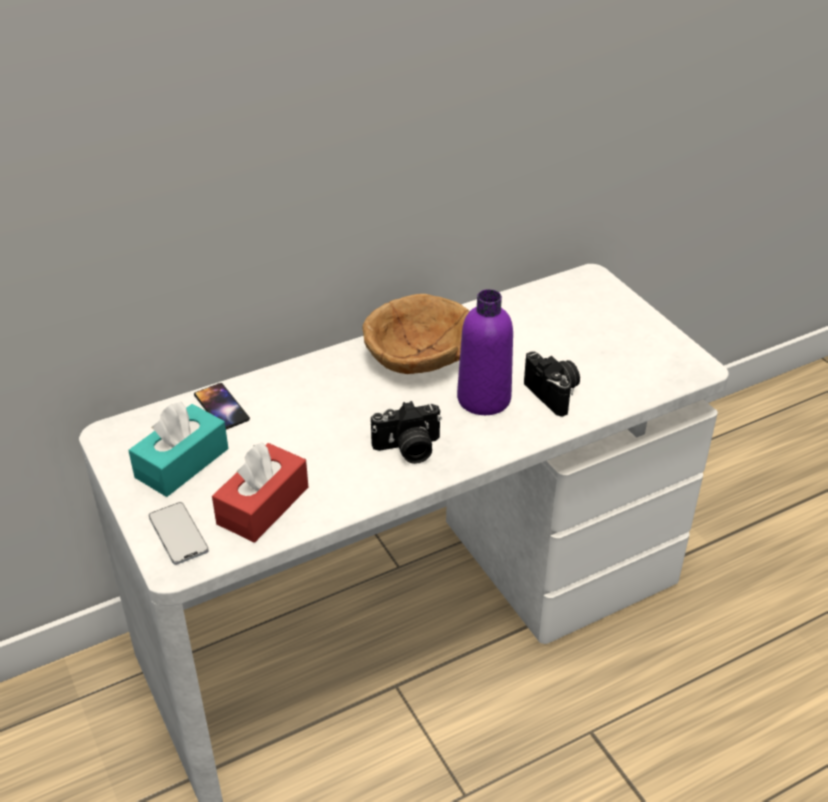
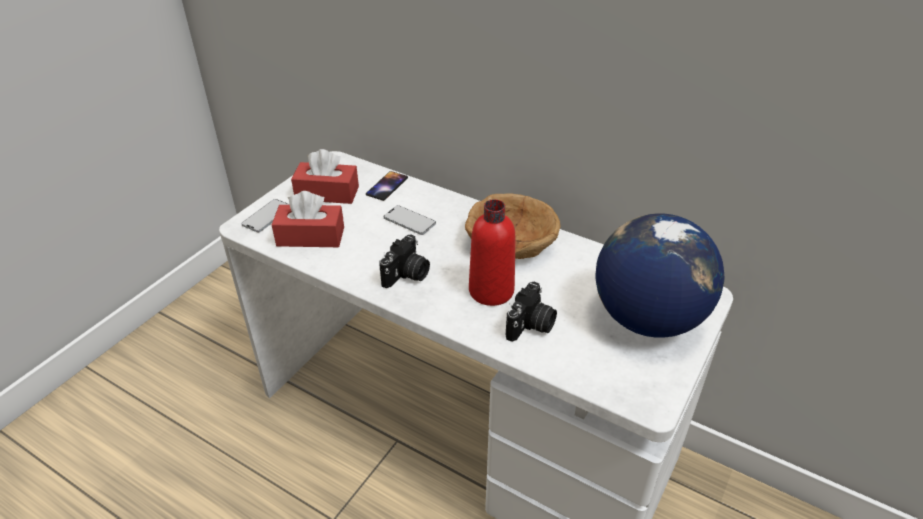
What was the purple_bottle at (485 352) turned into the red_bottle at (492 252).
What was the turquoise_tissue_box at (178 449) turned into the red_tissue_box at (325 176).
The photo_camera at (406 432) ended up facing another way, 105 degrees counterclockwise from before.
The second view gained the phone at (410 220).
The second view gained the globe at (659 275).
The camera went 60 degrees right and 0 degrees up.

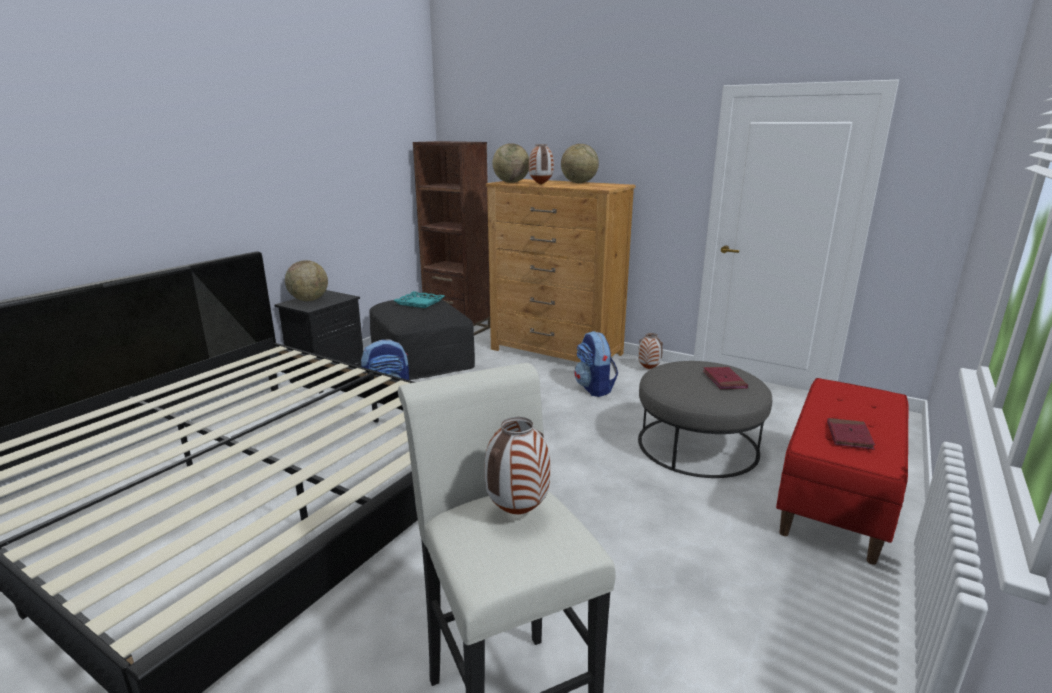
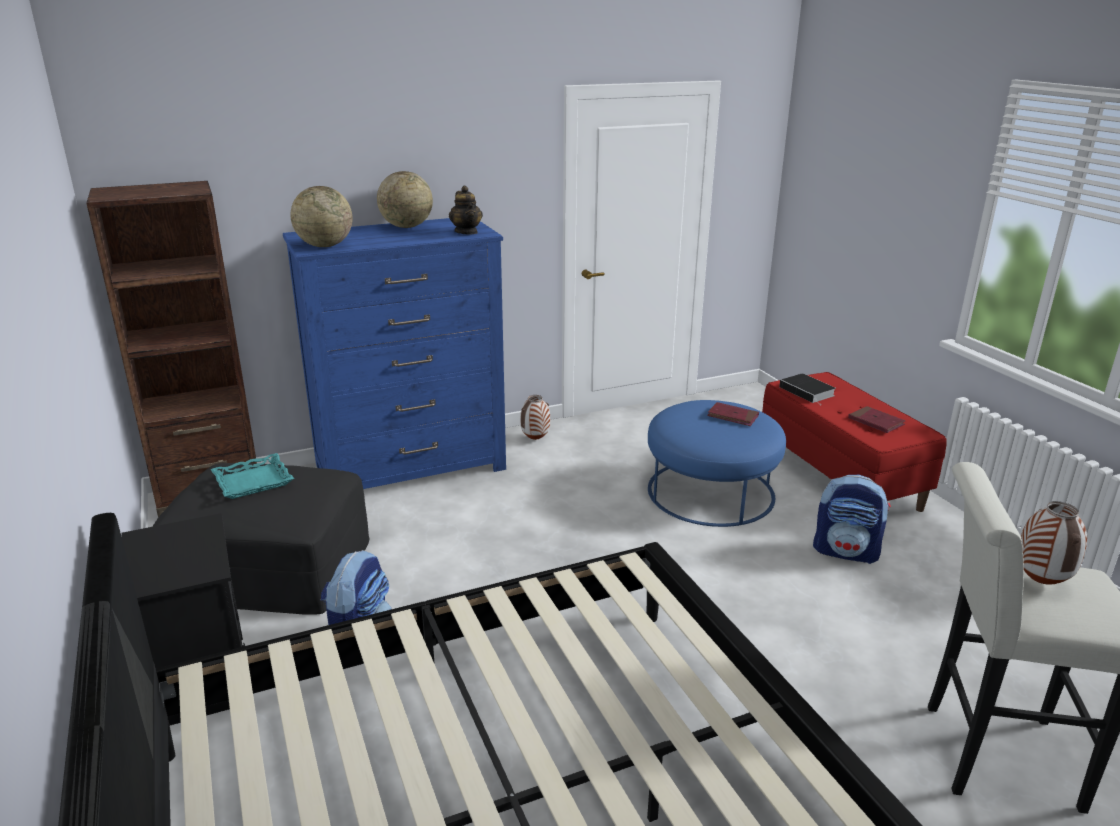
The second view lost the vase at (541 164).
What was the brown_dresser at (561 270) turned into the blue_dresser at (394 353).
The second view lost the globe at (306 280).
The backpack ended up elsewhere, having gone from (596 364) to (852 519).
What was the grey_ottoman at (705 419) turned into the blue_ottoman at (717 463).
The second view gained the teapot at (466 210).
The second view gained the book at (807 389).
The camera went 55 degrees left and 5 degrees up.

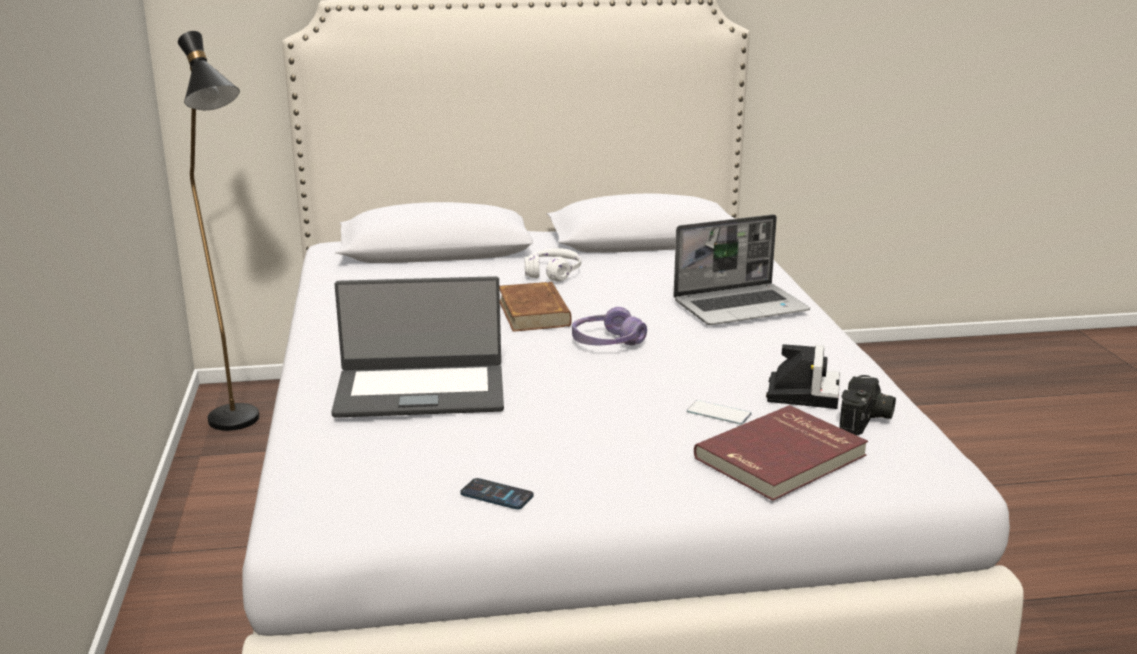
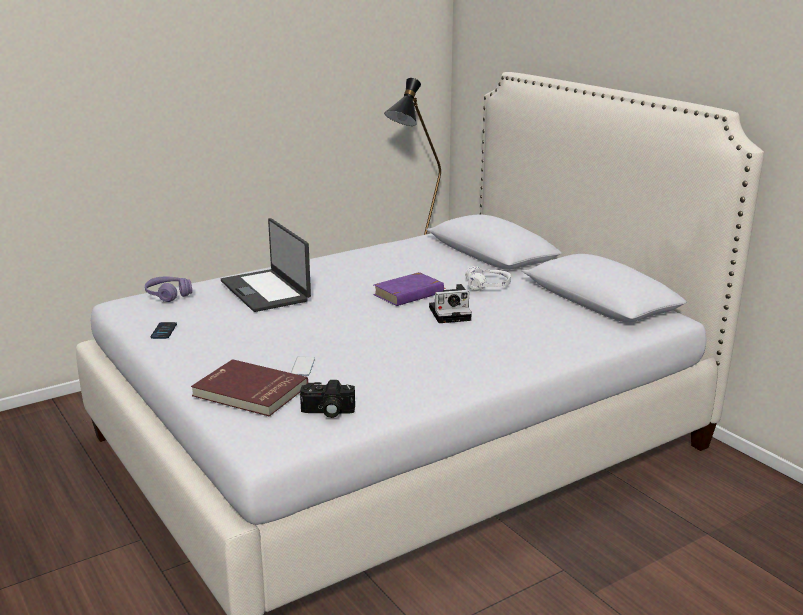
The second view lost the laptop at (742 269).
What was the brown_book at (535 307) turned into the purple_book at (409 289).
The purple_headphones ended up elsewhere, having gone from (609 326) to (168 289).
The photo_camera ended up elsewhere, having gone from (803 376) to (450 303).
The camera went 65 degrees right and 0 degrees up.

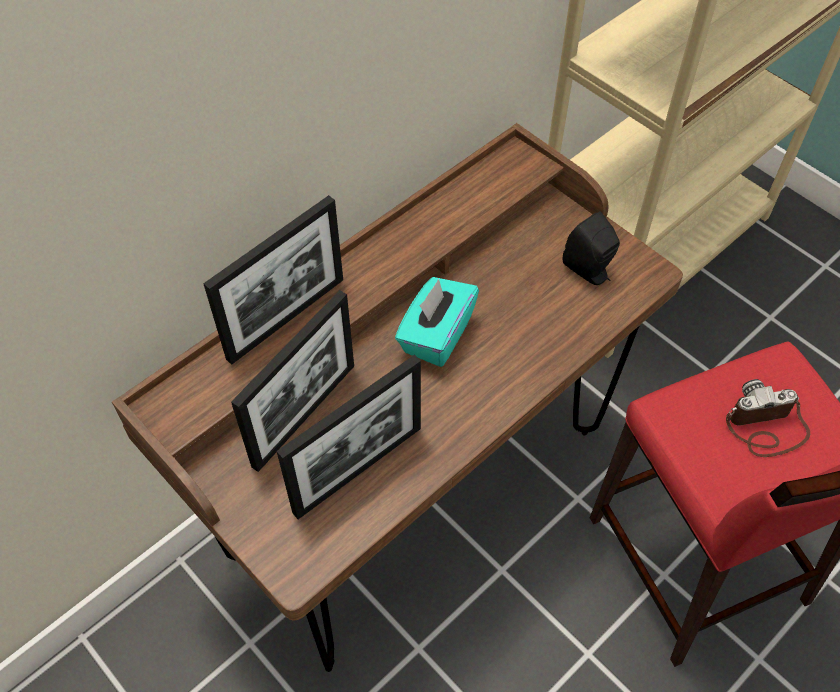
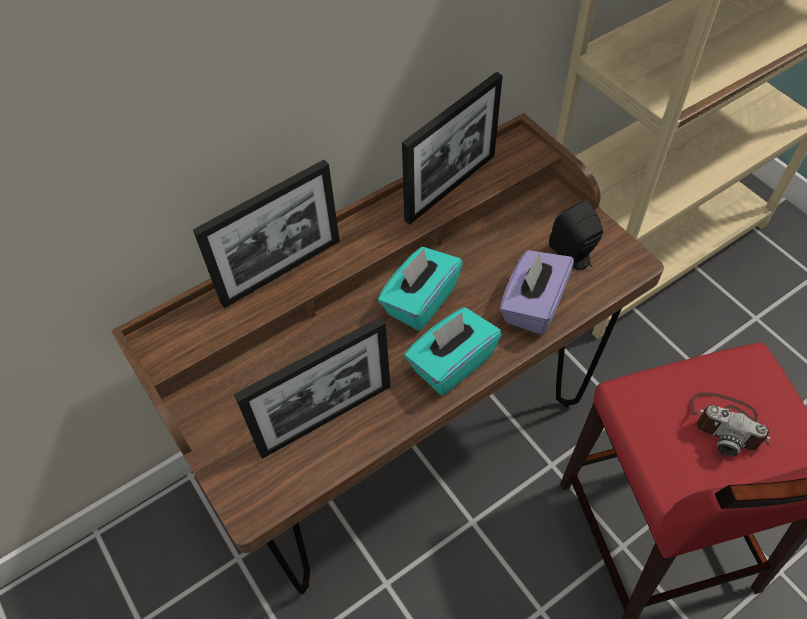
The picture_frame ended up elsewhere, having gone from (292 381) to (452 148).
The photo_camera at (768 418) ended up facing another way, 150 degrees counterclockwise from before.
The second view gained the purple_tissue_box at (537 292).
The second view gained the turquoise_tissue_box at (453 351).
The camera went 10 degrees right and 0 degrees up.

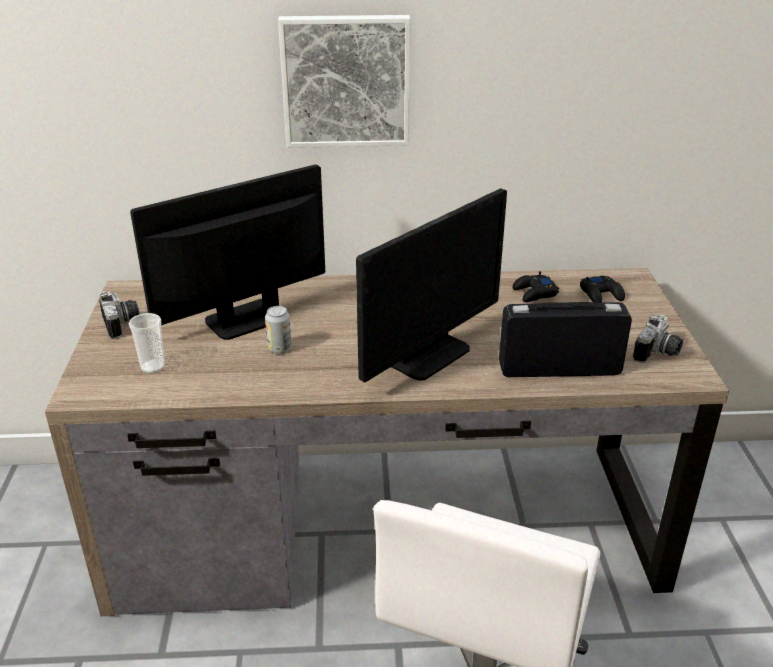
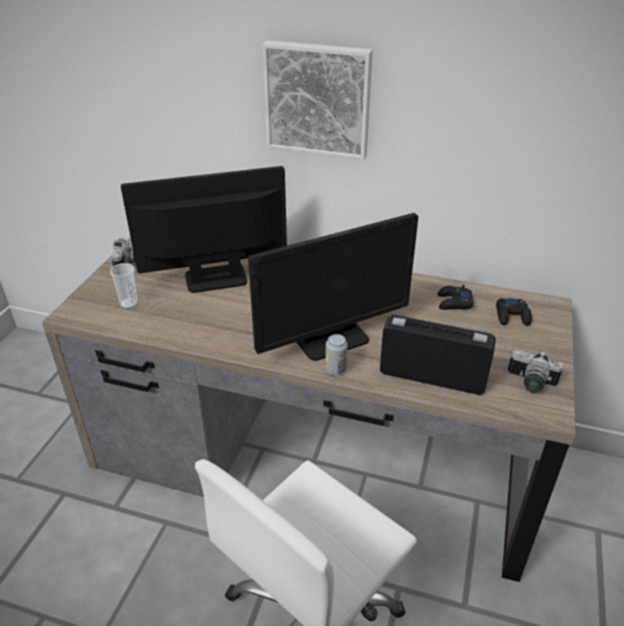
The can ended up elsewhere, having gone from (278 330) to (336 354).
The photo_camera at (658 339) ended up facing another way, 60 degrees clockwise from before.
The camera went 20 degrees right and 5 degrees up.

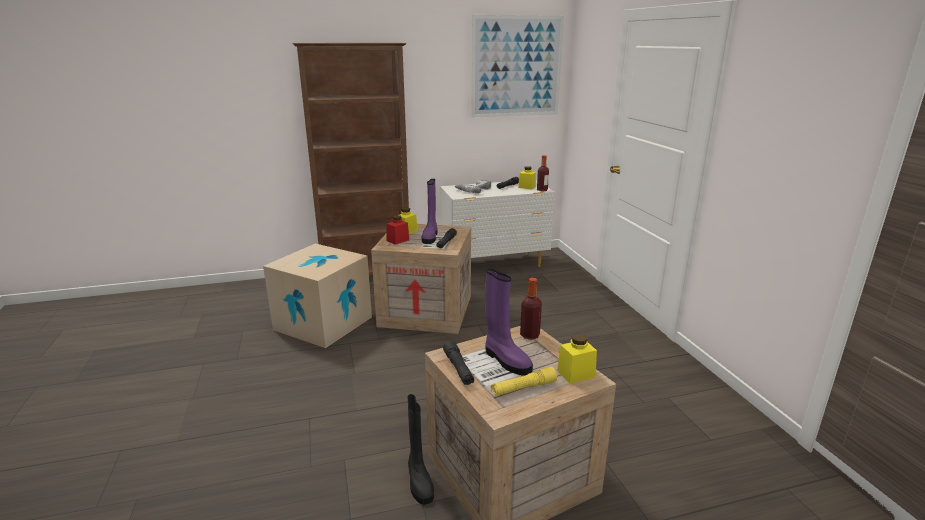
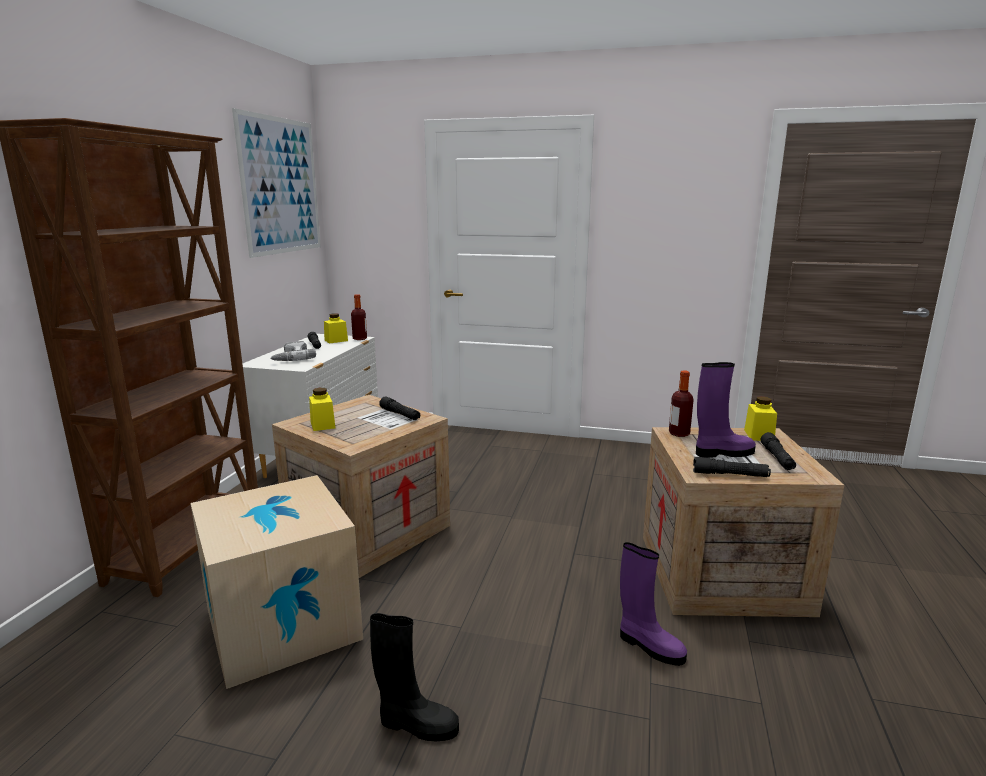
The purple_boot ended up elsewhere, having gone from (430 211) to (653 604).
The second view lost the red_jar at (397 230).
What was the yellow_flashlight at (524 381) turned into the black_flashlight at (778 451).
The black_boot ended up elsewhere, having gone from (420 449) to (414 677).
The camera went 60 degrees left and 5 degrees down.

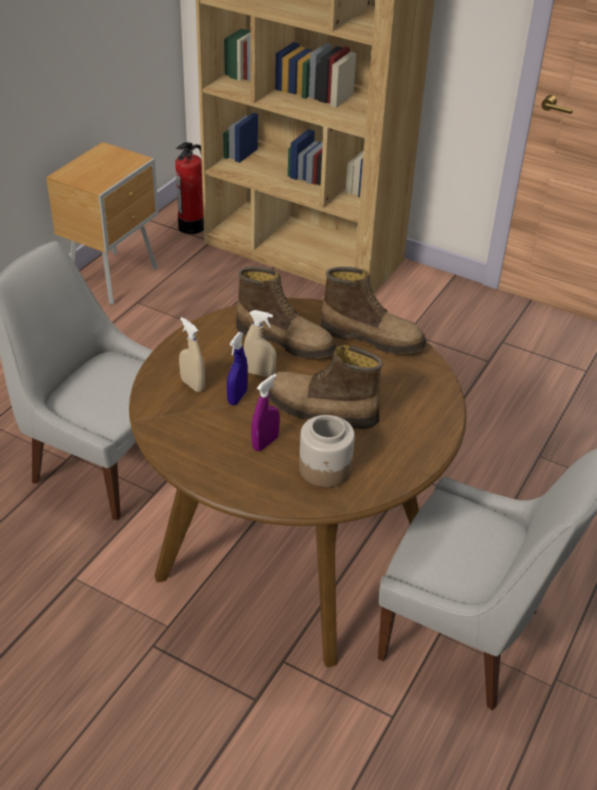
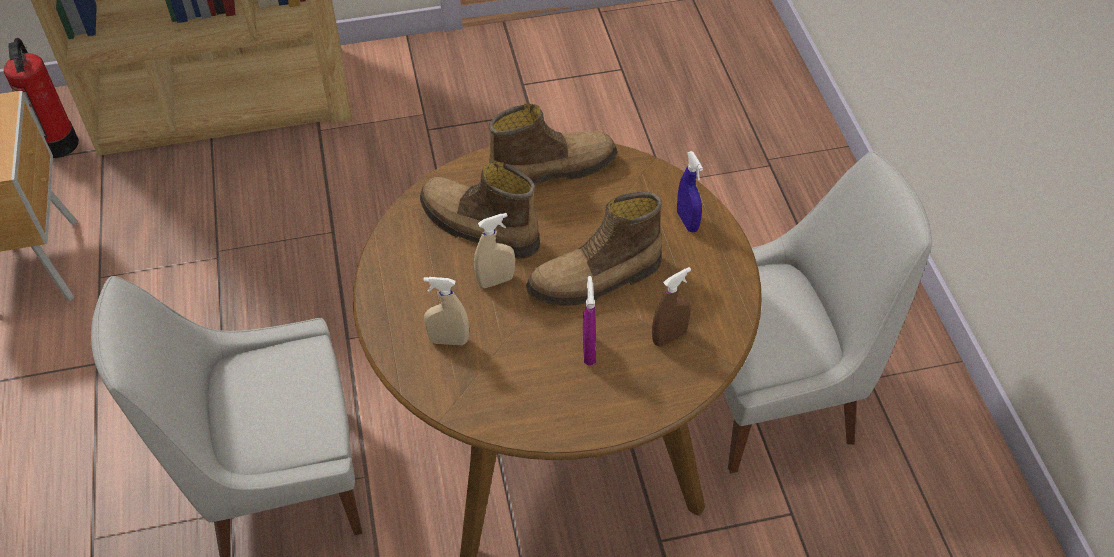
The boot at (286 313) ended up facing another way, 135 degrees counterclockwise from before.
The blue_spray_bottle ended up elsewhere, having gone from (237 368) to (690 192).
Where the jar stood at (327 451), the brown_spray_bottle came to stand at (671 307).
The camera went 40 degrees left and 10 degrees up.

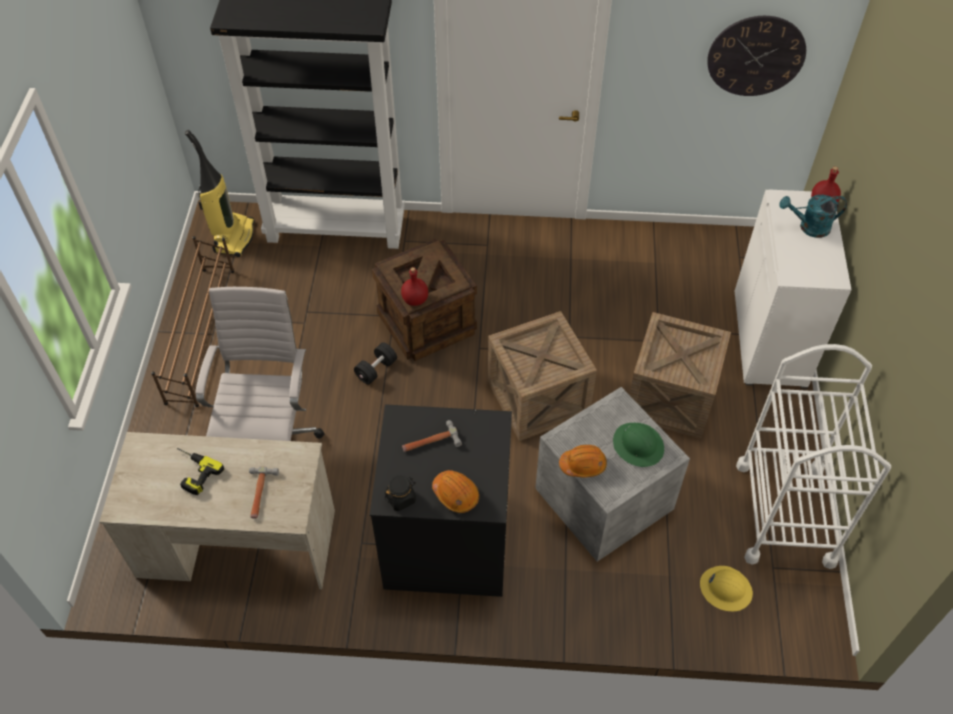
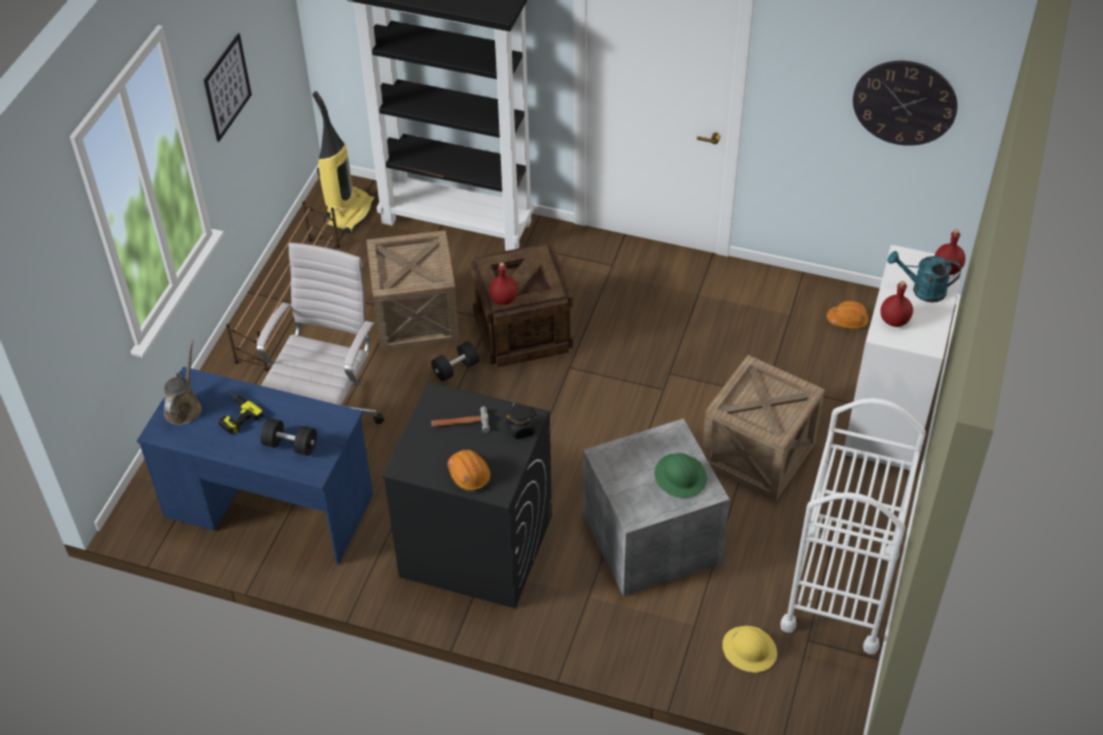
The crate ended up elsewhere, having gone from (542 376) to (413 291).
What was the beige_desk at (217 510) turned into the blue_desk at (255 465).
The orange_hard_hat ended up elsewhere, having gone from (583 461) to (848 315).
Where the hammer stood at (264 492), the black_dumbbell came to stand at (289 437).
The black_jar ended up elsewhere, having gone from (400 493) to (521 421).
The second view gained the picture at (228 87).
The second view gained the red_bottle at (896 304).
The second view gained the brown_watering_can at (183 382).
The camera went 15 degrees right and 5 degrees down.

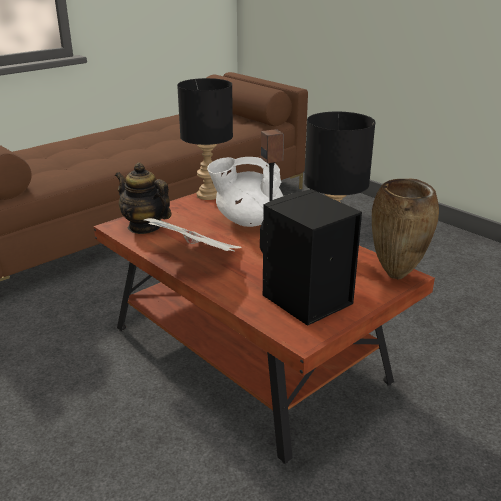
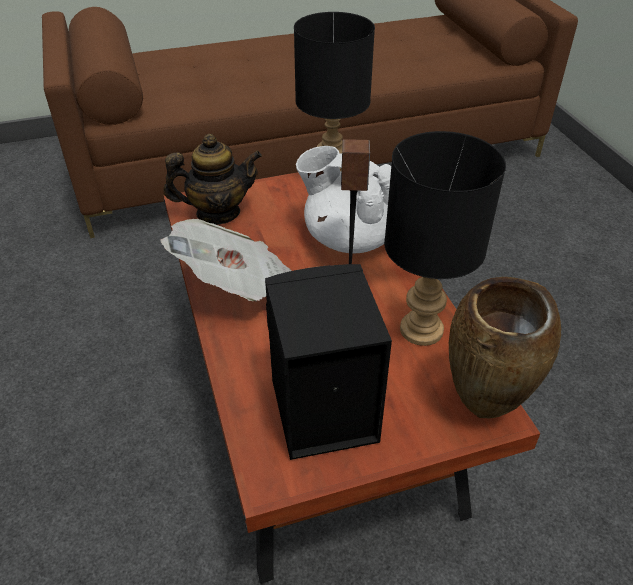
The teapot at (143 198) ended up facing another way, 105 degrees clockwise from before.
The camera went 25 degrees right and 15 degrees up.

